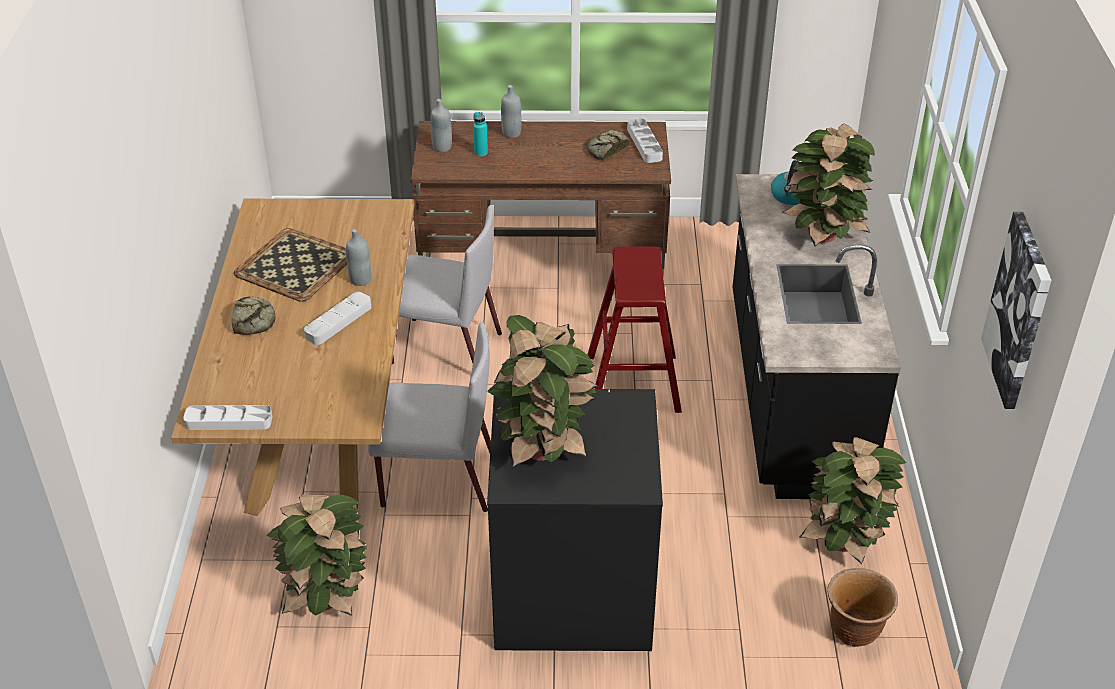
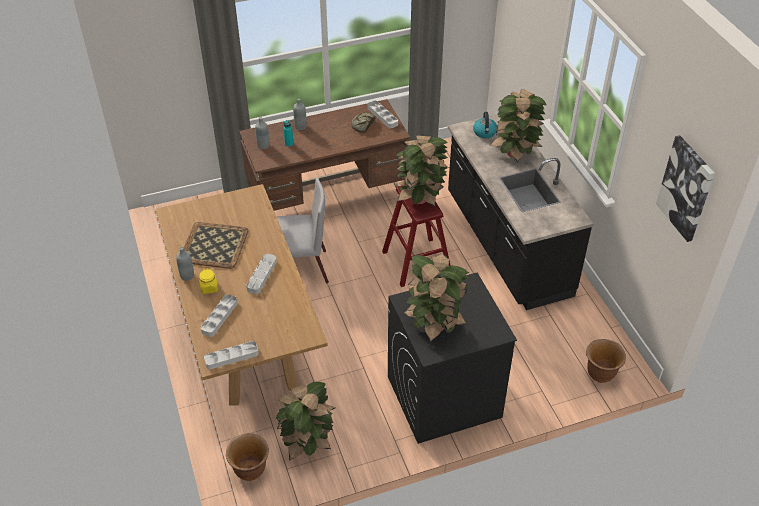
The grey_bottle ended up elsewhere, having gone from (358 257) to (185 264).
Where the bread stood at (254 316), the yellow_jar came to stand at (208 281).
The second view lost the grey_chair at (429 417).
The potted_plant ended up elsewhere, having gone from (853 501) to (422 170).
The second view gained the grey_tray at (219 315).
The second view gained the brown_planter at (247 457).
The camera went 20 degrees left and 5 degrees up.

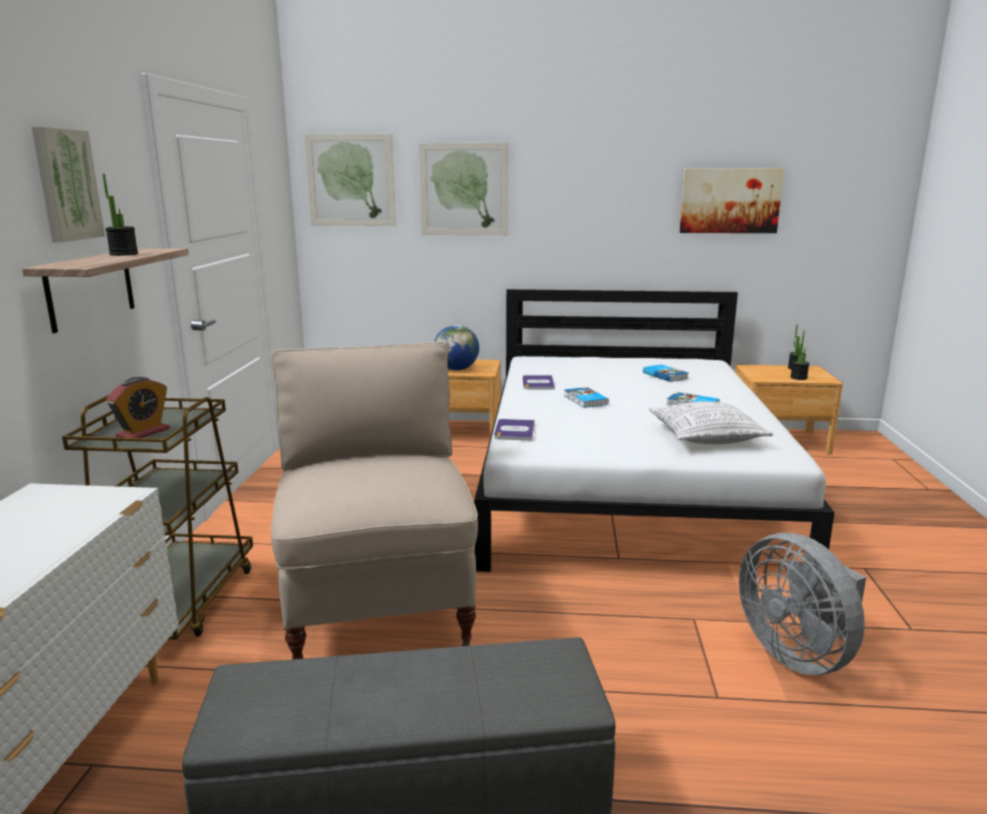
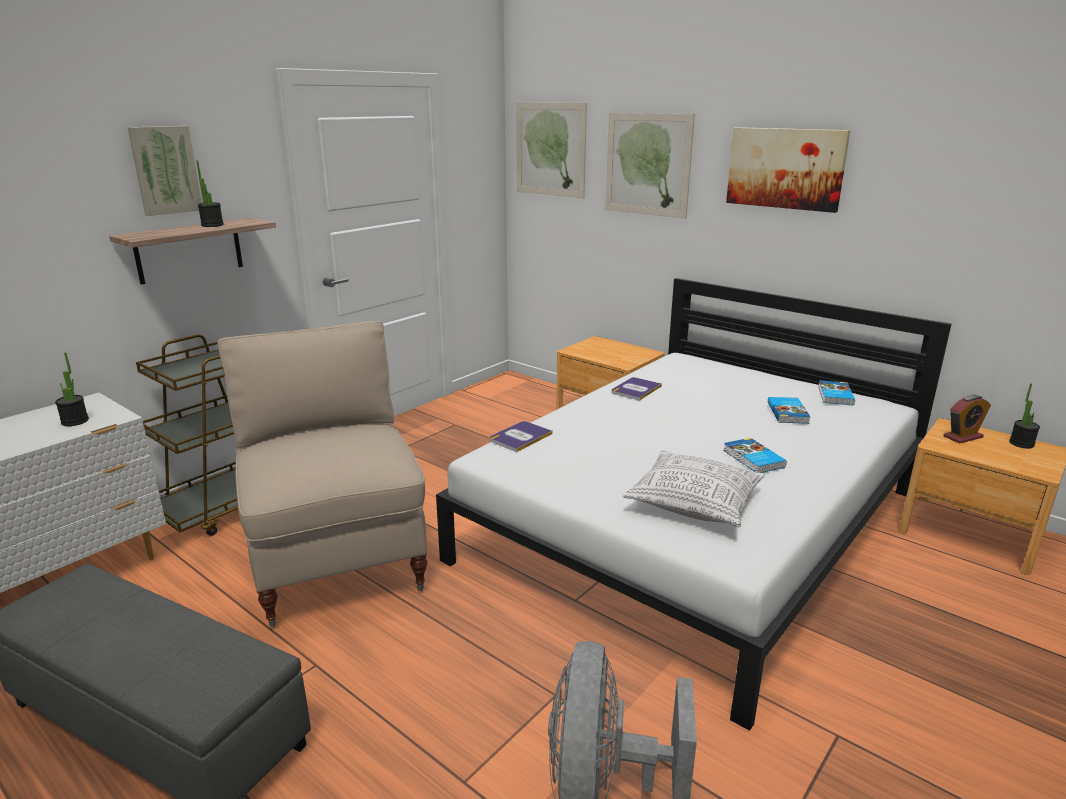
The picture ended up elsewhere, having gone from (731 200) to (788 170).
The second view lost the globe at (456 348).
The potted_plant ended up elsewhere, having gone from (799 355) to (72 389).
The beige_chair at (374 500) ended up facing another way, 45 degrees counterclockwise from before.
The alarm_clock ended up elsewhere, having gone from (138 407) to (967 419).
The book ended up elsewhere, having gone from (586 397) to (836 393).
The camera went 35 degrees right and 5 degrees up.

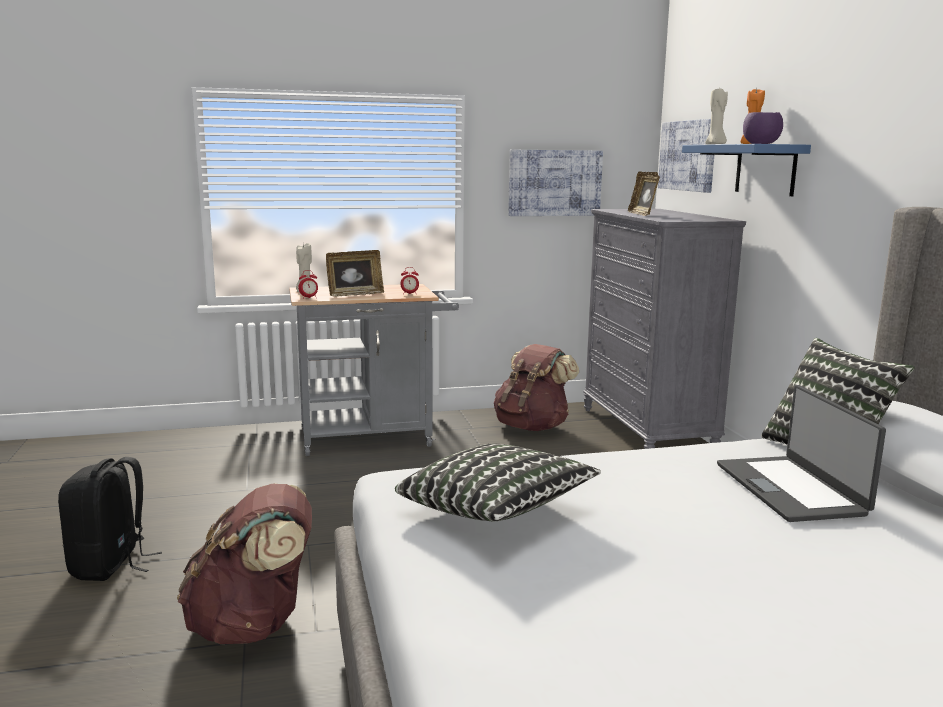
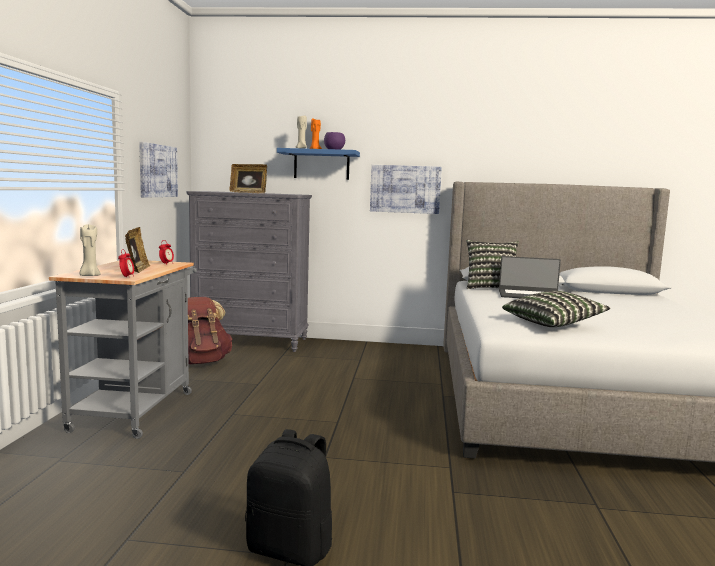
The picture ended up elsewhere, having gone from (686 156) to (406 189).
The second view lost the brown_backpack at (244 563).
The camera went 70 degrees left and 5 degrees down.

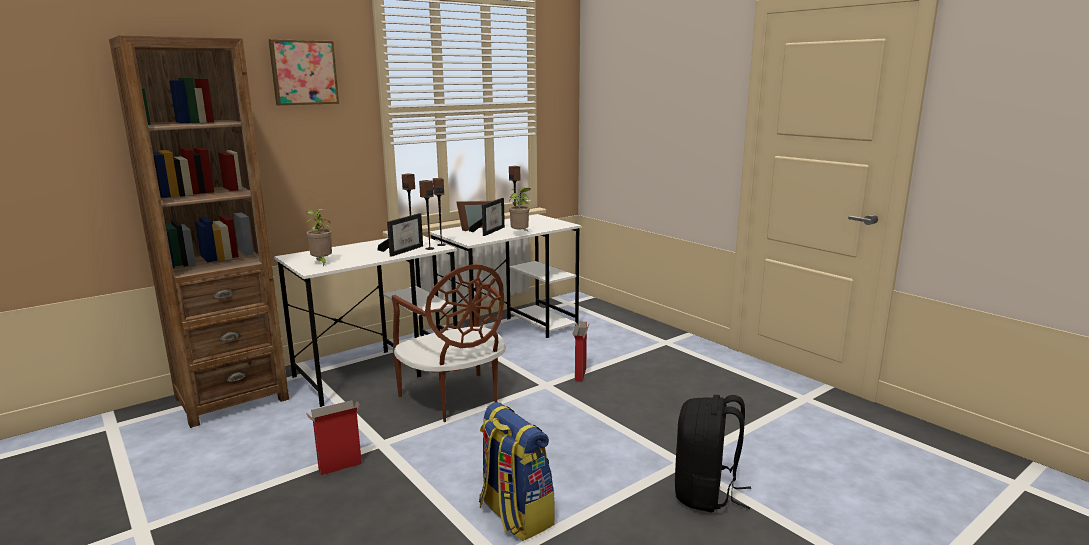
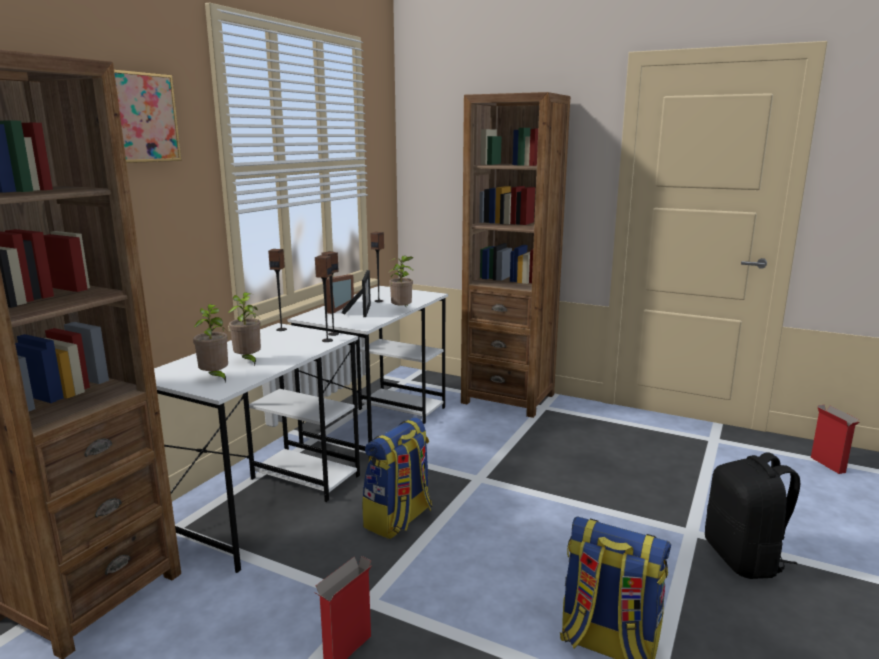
The second view lost the picture_frame at (400 235).
Where the brown_chair stood at (449 343), the backpack came to stand at (397 478).
The cardboard_box ended up elsewhere, having gone from (581 351) to (835 439).
The second view gained the brown_bookcase at (515 255).
The second view gained the potted_plant at (244 329).
The camera went 25 degrees left and 0 degrees up.

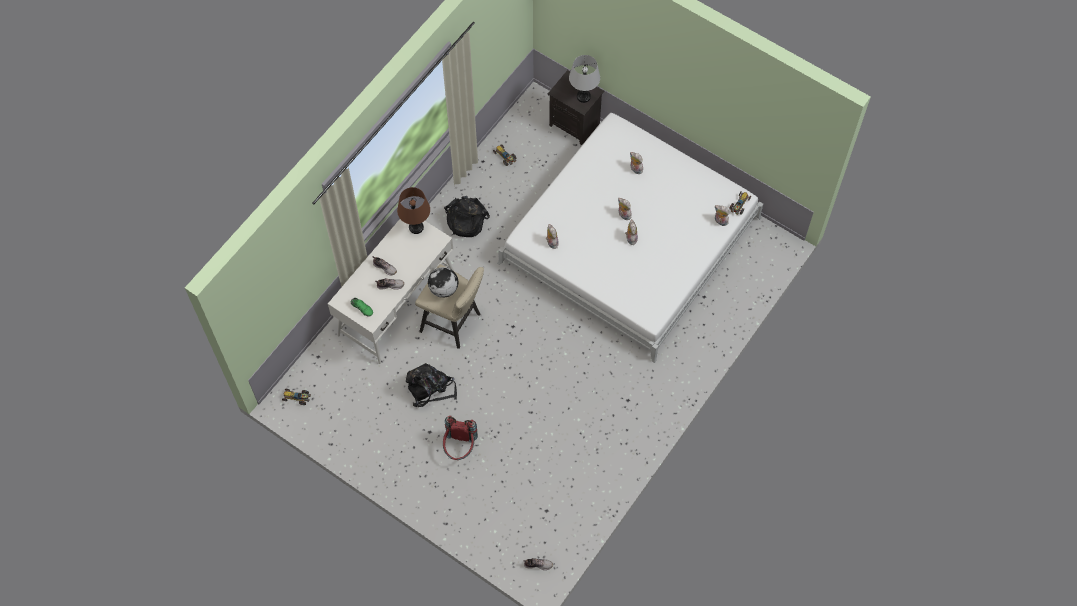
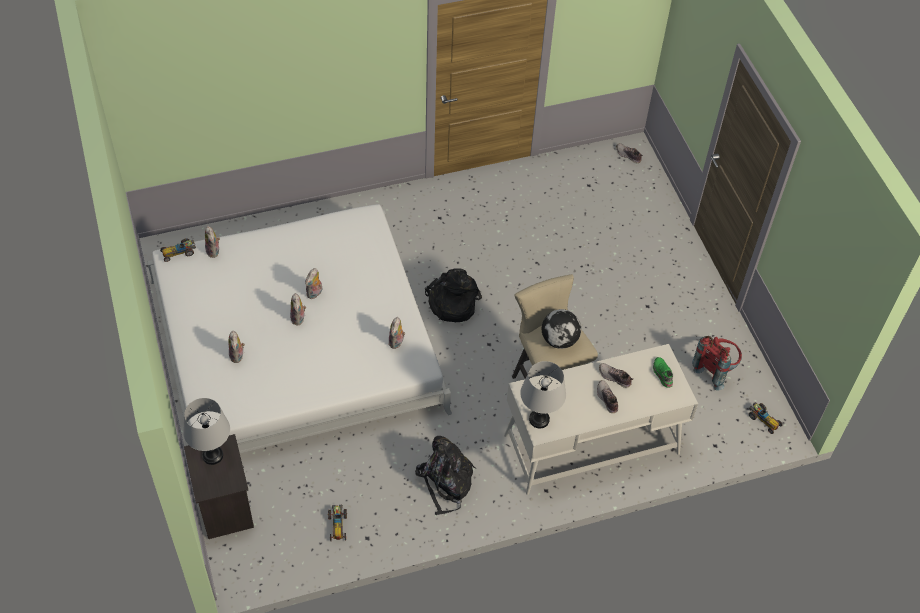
What was the brown_table_lamp at (413 210) turned into the grey_table_lamp at (543 395).
The black_backpack ended up elsewhere, having gone from (431 385) to (453 295).
The red_backpack ended up elsewhere, having gone from (460 437) to (717 363).
The camera went 145 degrees left and 10 degrees down.

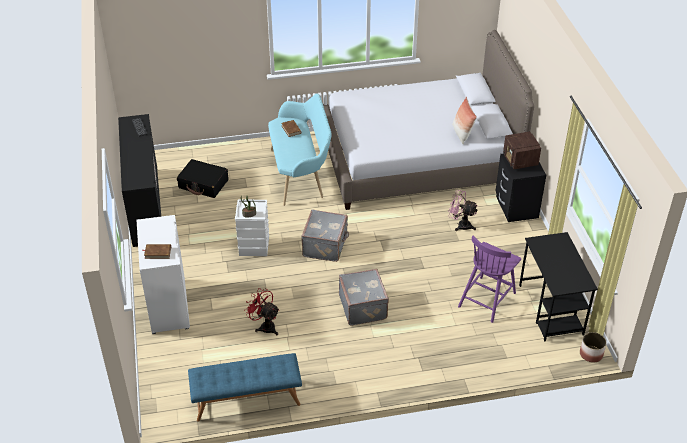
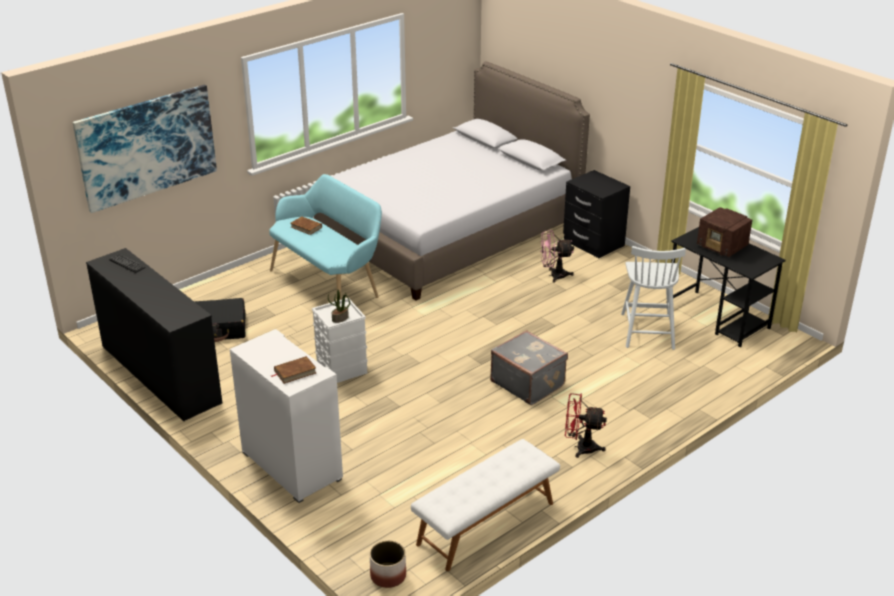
The second view lost the pillow at (464 120).
The radio ended up elsewhere, having gone from (522 150) to (724 232).
The second view lost the grey_suitcase at (325 235).
What was the purple_chair at (489 279) turned into the white_chair at (653 298).
The red_fan ended up elsewhere, having gone from (262 311) to (586 425).
The planter ended up elsewhere, having gone from (593 347) to (388 564).
What was the blue_bench at (245 387) turned into the white_bench at (485 505).
The second view gained the picture at (144 149).
The camera went 30 degrees left and 10 degrees down.

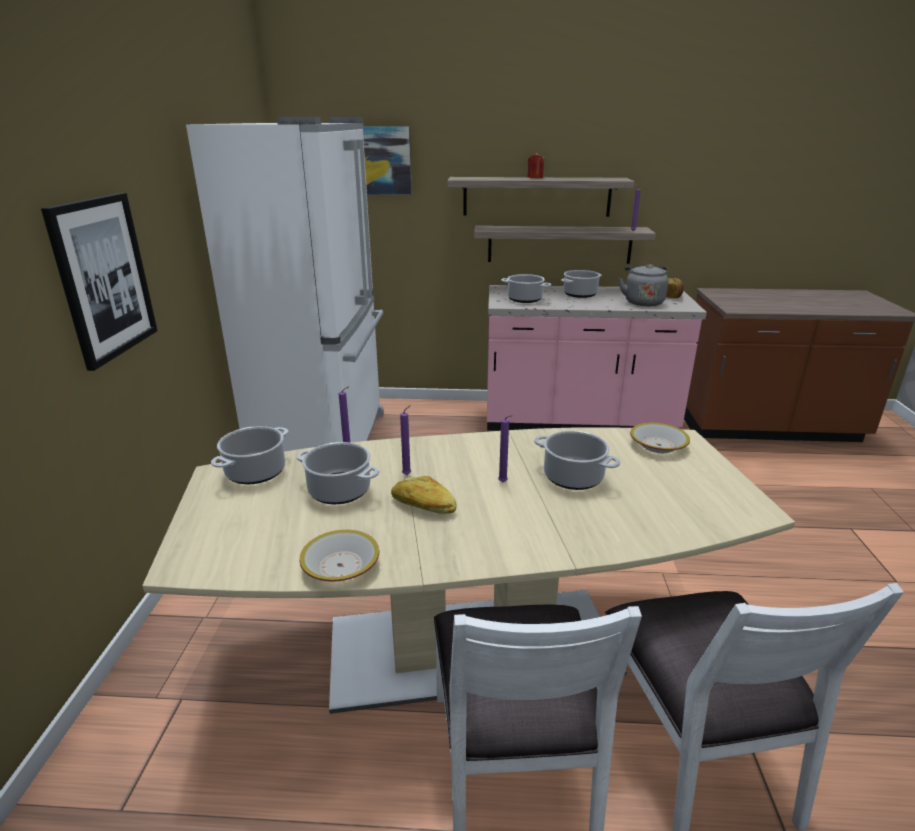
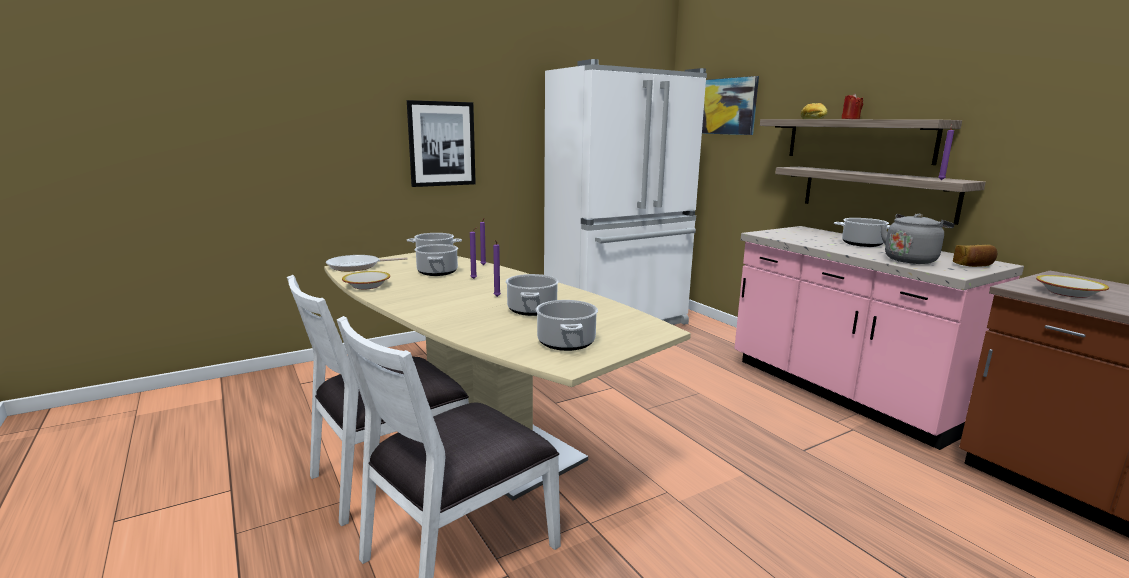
The cooking_pot ended up elsewhere, having gone from (526 288) to (567 325).
The bowl ended up elsewhere, having gone from (660 437) to (1072 286).
The bread ended up elsewhere, having gone from (424 495) to (814 111).
The second view gained the frying_pan at (366 263).
The camera went 55 degrees right and 10 degrees down.

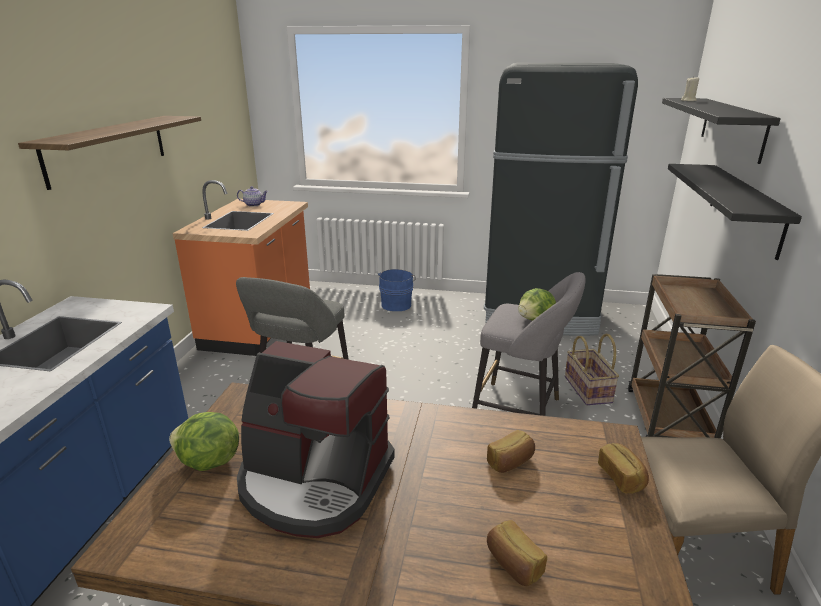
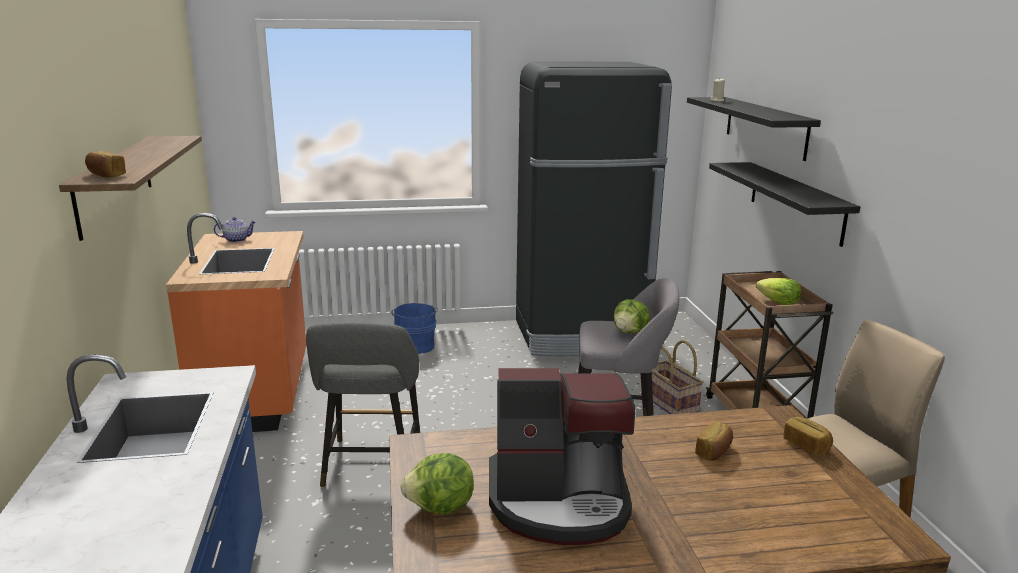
The bread ended up elsewhere, having gone from (517 553) to (105 164).
The second view gained the lettuce at (778 291).
The camera went 20 degrees left and 5 degrees down.

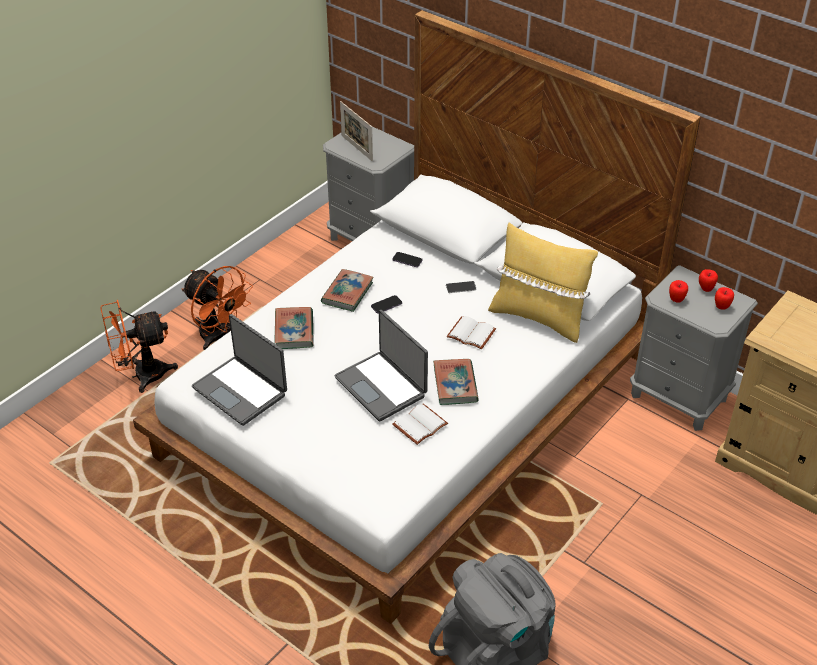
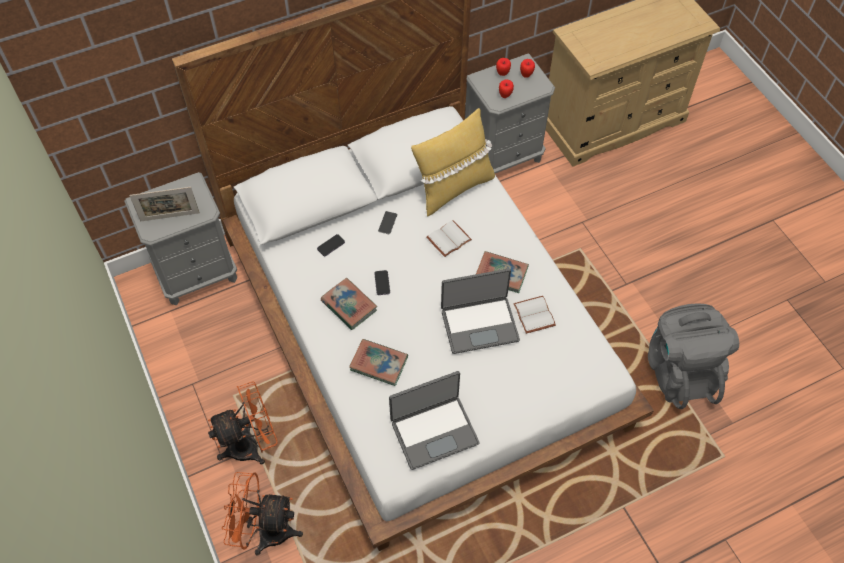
The orange_fan at (139 346) ended up facing another way, 90 degrees clockwise from before.
The camera went 65 degrees left and 15 degrees up.

